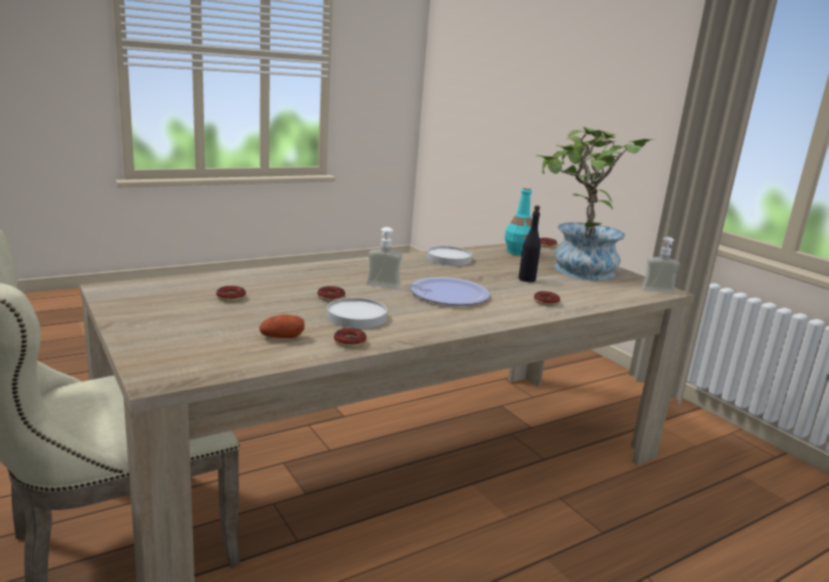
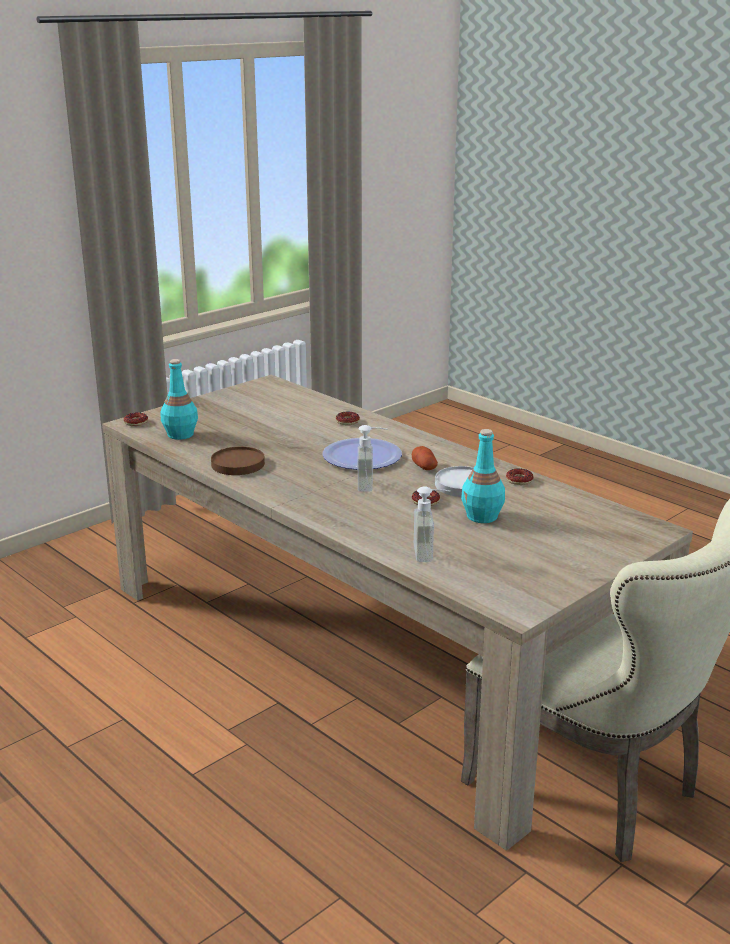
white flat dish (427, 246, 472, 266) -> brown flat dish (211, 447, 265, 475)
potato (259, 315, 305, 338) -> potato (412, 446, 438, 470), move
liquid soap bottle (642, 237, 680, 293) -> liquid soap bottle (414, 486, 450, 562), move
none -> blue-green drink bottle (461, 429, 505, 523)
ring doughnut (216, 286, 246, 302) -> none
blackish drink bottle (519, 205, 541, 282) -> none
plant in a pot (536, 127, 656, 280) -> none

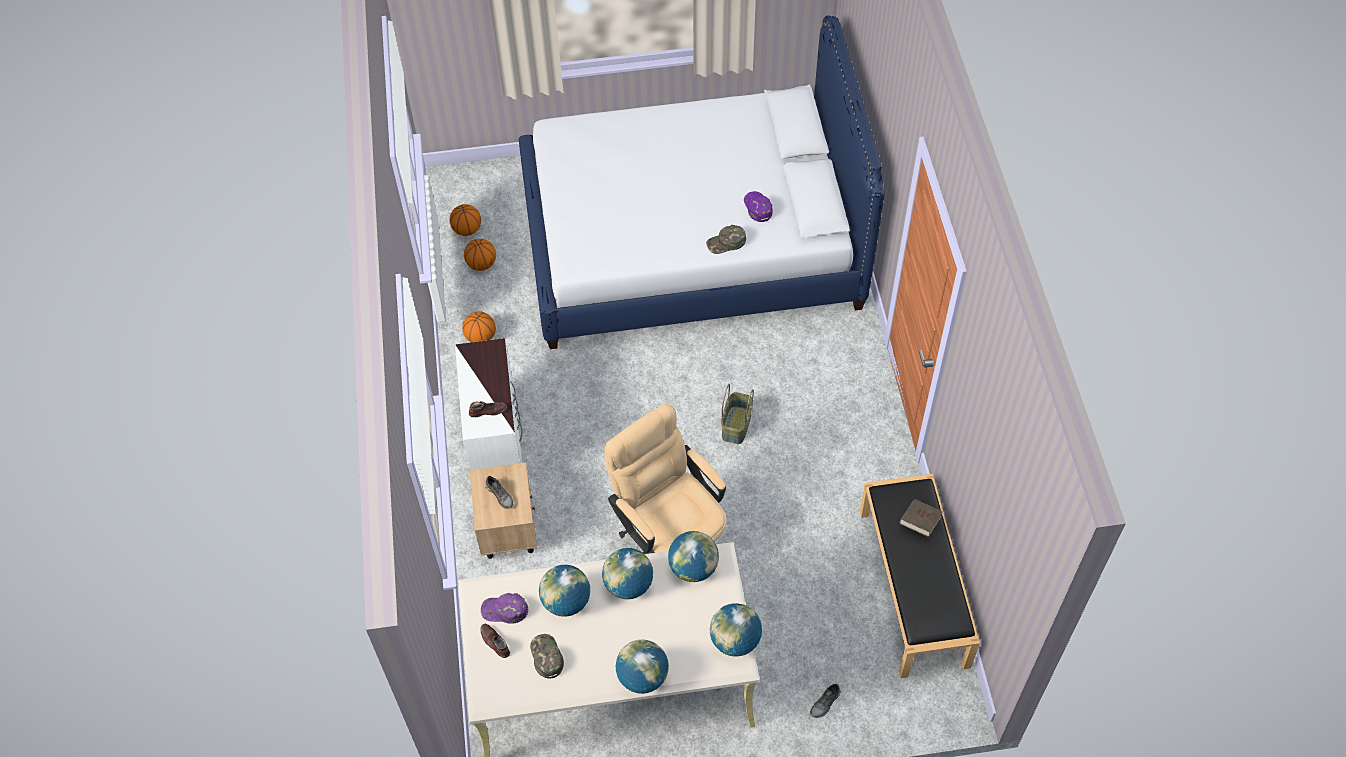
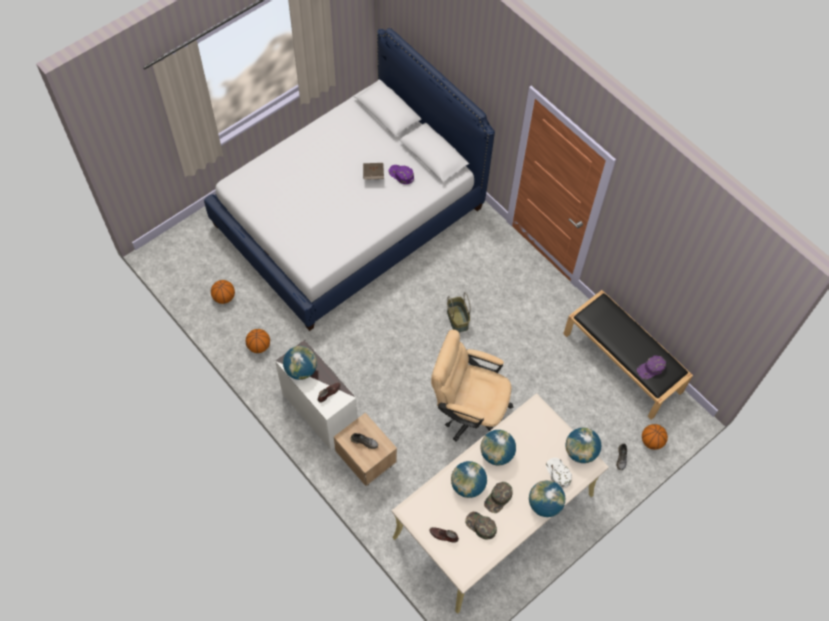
globe (668, 531, 719, 582) -> globe (283, 346, 317, 380), move
brown book (899, 499, 943, 537) -> brown book (363, 163, 384, 180), move
green peaked cap (706, 225, 746, 254) -> green peaked cap (484, 482, 513, 513), move
none -> white peaked cap (546, 458, 572, 488)
purplish peaked cap (481, 593, 528, 624) -> purplish peaked cap (637, 355, 666, 379), move
basketball ball (449, 204, 481, 236) -> basketball ball (642, 424, 668, 450), move

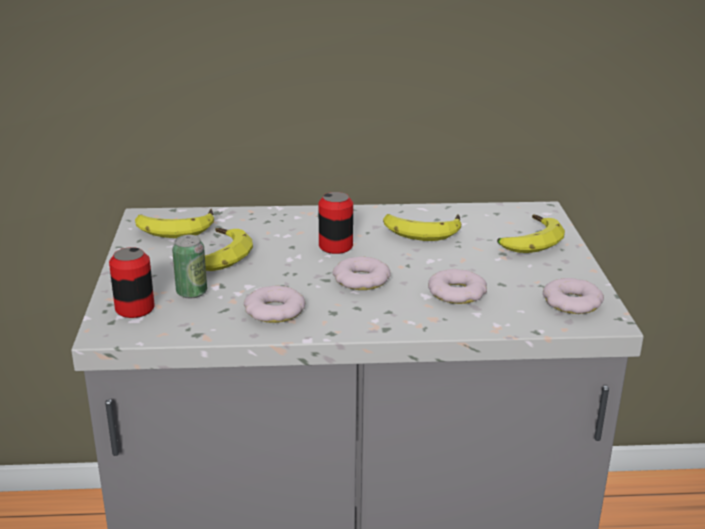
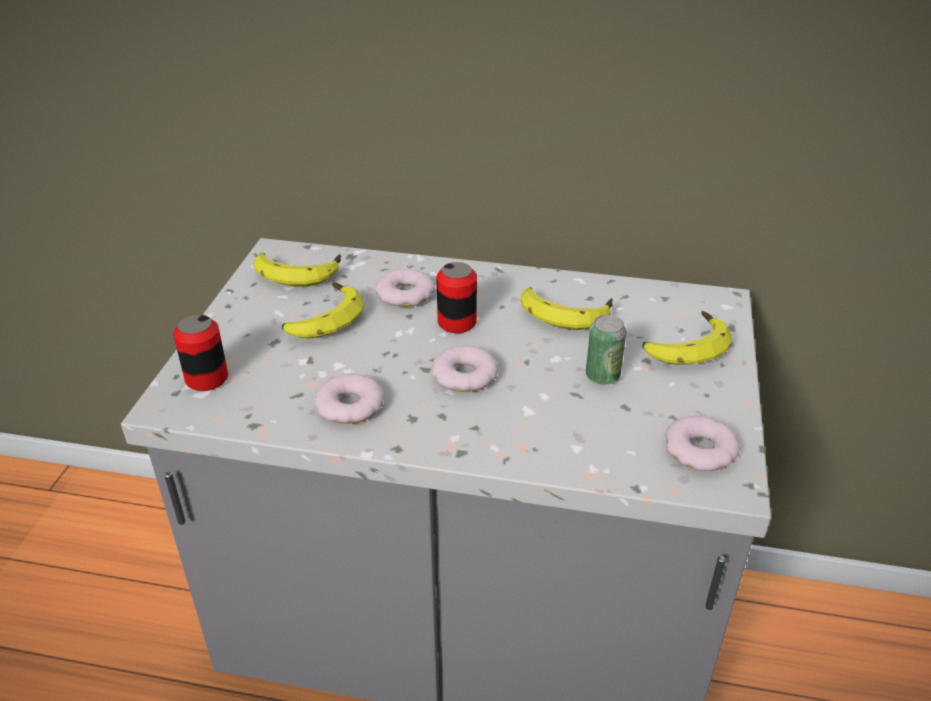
ring doughnut (428, 269, 487, 304) -> ring doughnut (375, 269, 435, 307), move
can (172, 235, 207, 299) -> can (586, 315, 626, 385), move

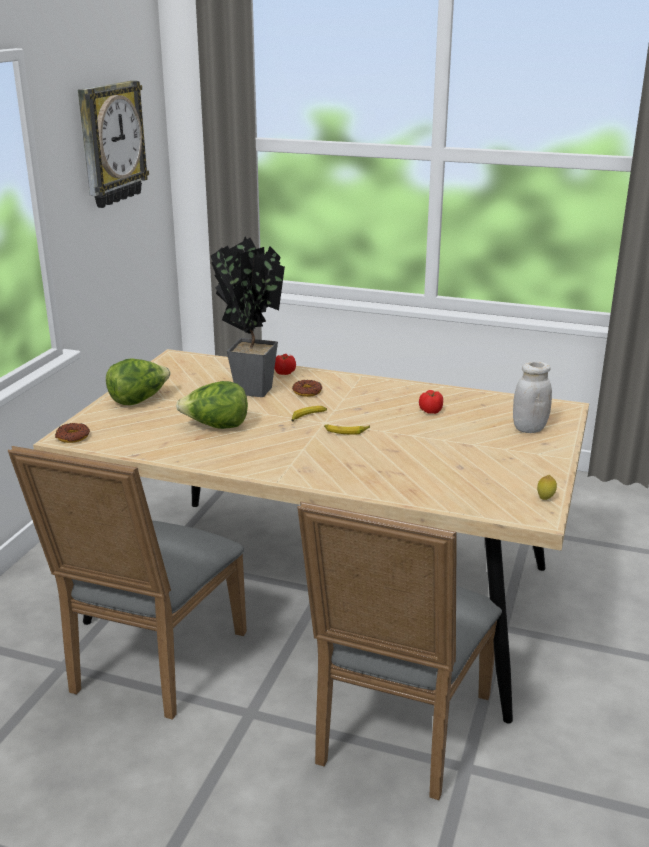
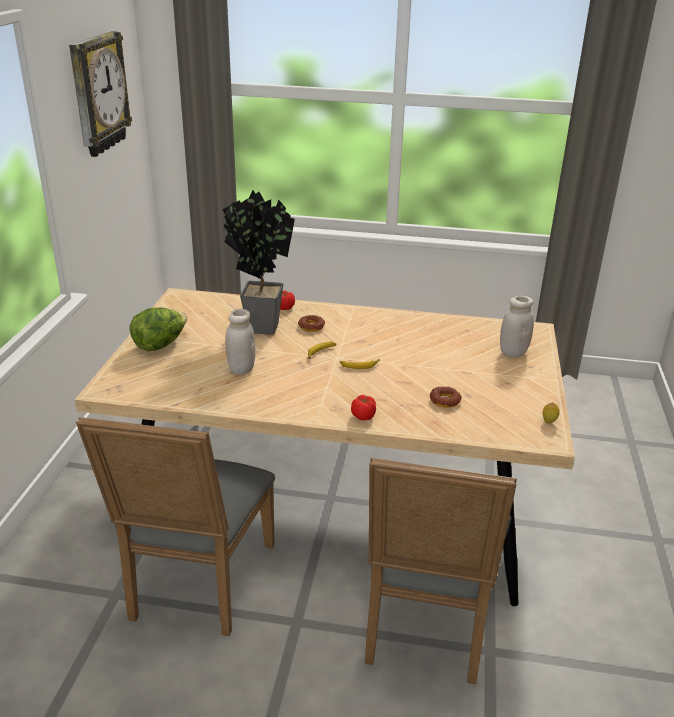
lettuce head (176, 381, 248, 429) -> white storage jar (225, 309, 256, 375)
fresh tomato (419, 390, 443, 414) -> fresh tomato (351, 395, 376, 421), move
ring doughnut (55, 423, 90, 443) -> ring doughnut (430, 387, 462, 407), move

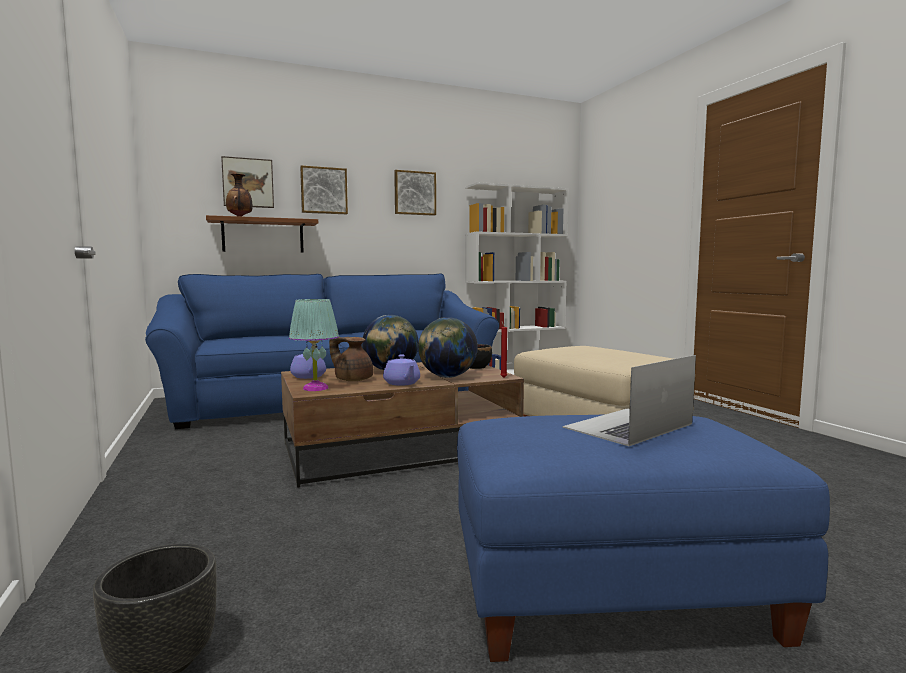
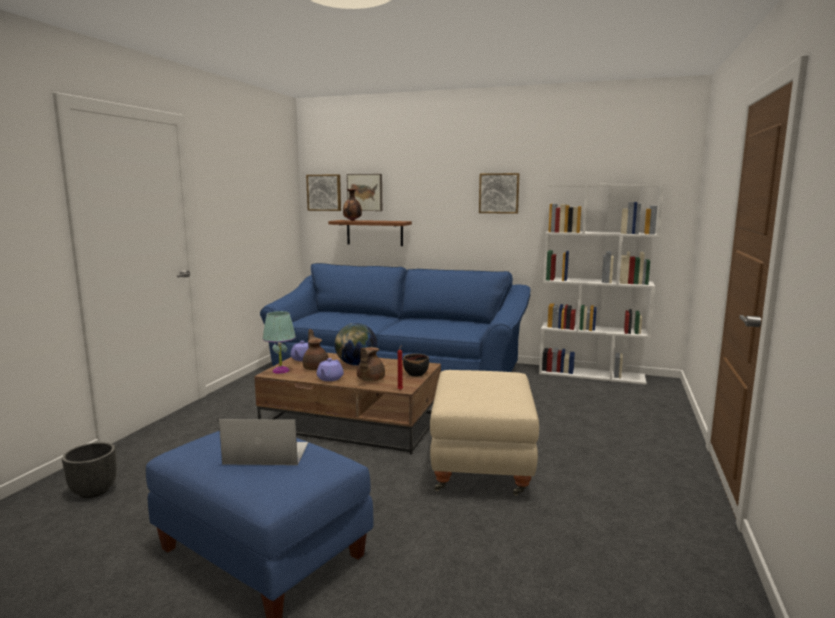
wall picture (300, 165, 348, 214) -> wall picture (306, 174, 341, 211), move
globe (418, 317, 478, 378) -> brown teapot (357, 347, 385, 381)

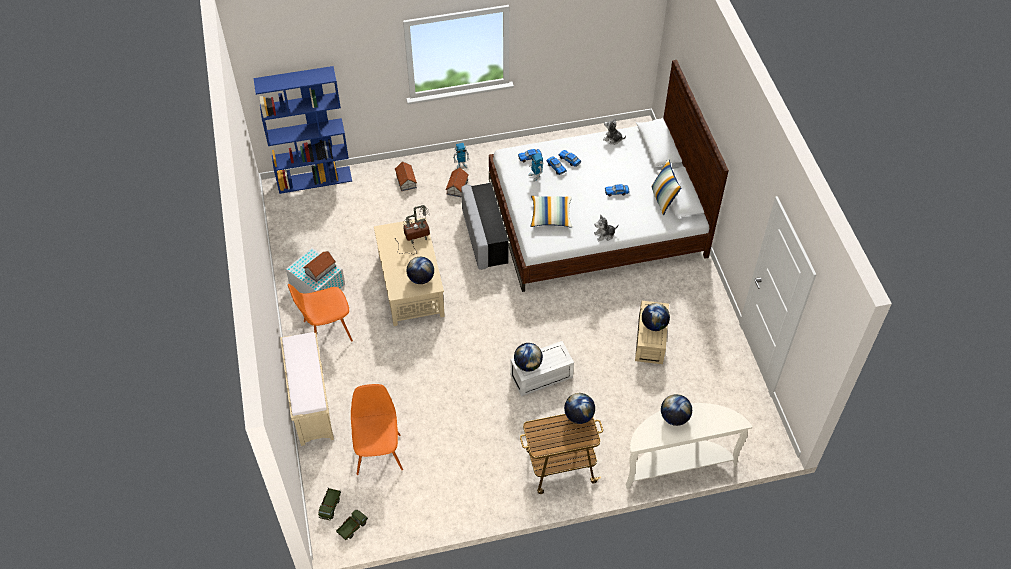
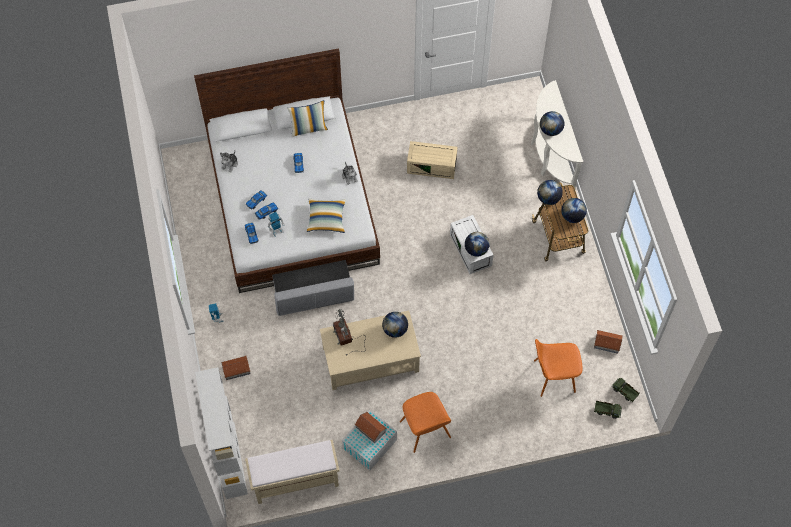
blue shelving unit (253, 66, 352, 194) -> white shelving unit (195, 367, 248, 499)
beige long seat (280, 332, 334, 446) -> beige long seat (245, 440, 340, 504), move
globe (642, 303, 670, 331) -> globe (561, 198, 587, 223), move
miniature house (445, 168, 469, 197) -> miniature house (594, 330, 622, 354), move

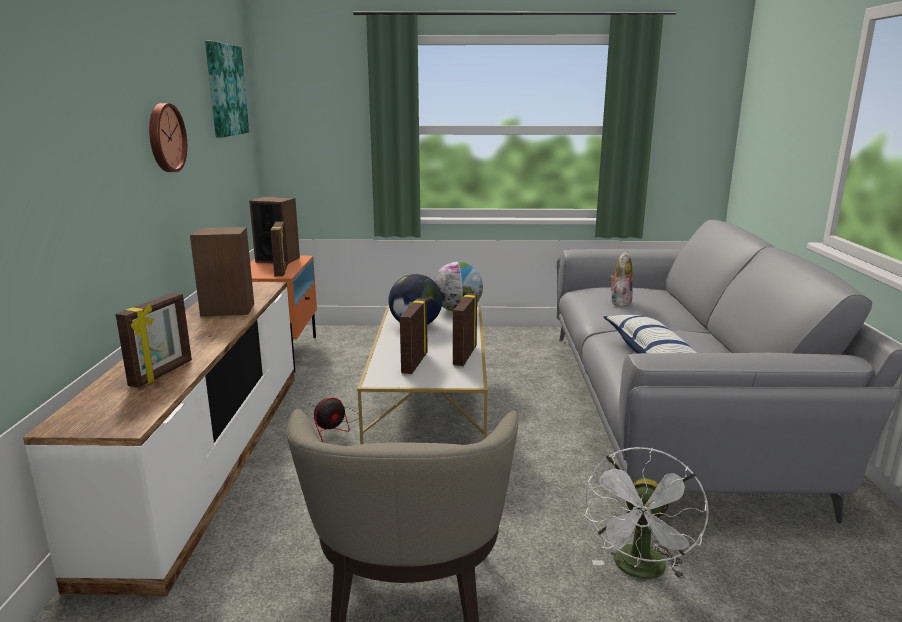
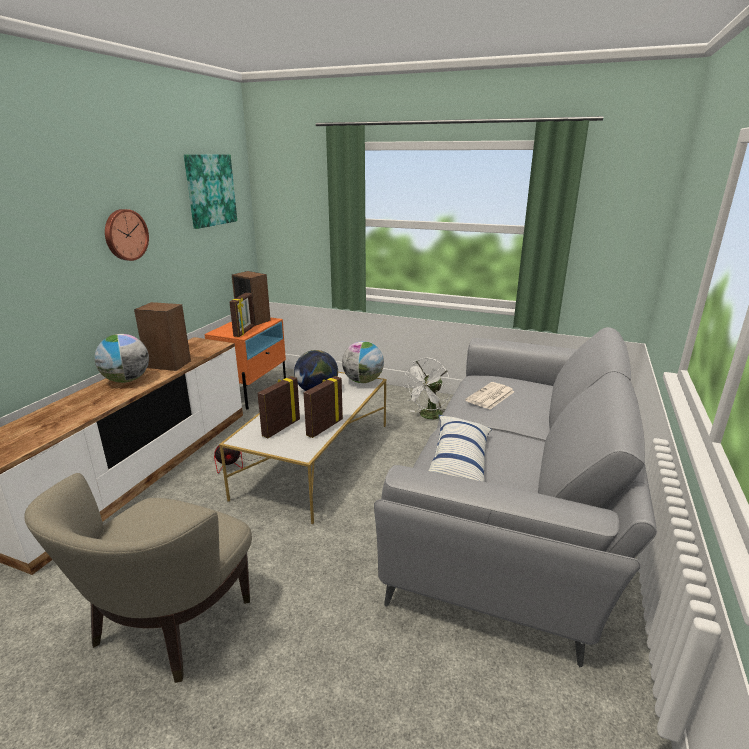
none -> globe (95, 334, 149, 383)
white cooling fan (584, 447, 709, 579) -> white cooling fan (402, 358, 451, 419), move
plush toy (610, 251, 633, 307) -> daily paper (465, 382, 515, 409)
photo frame (116, 292, 192, 388) -> none

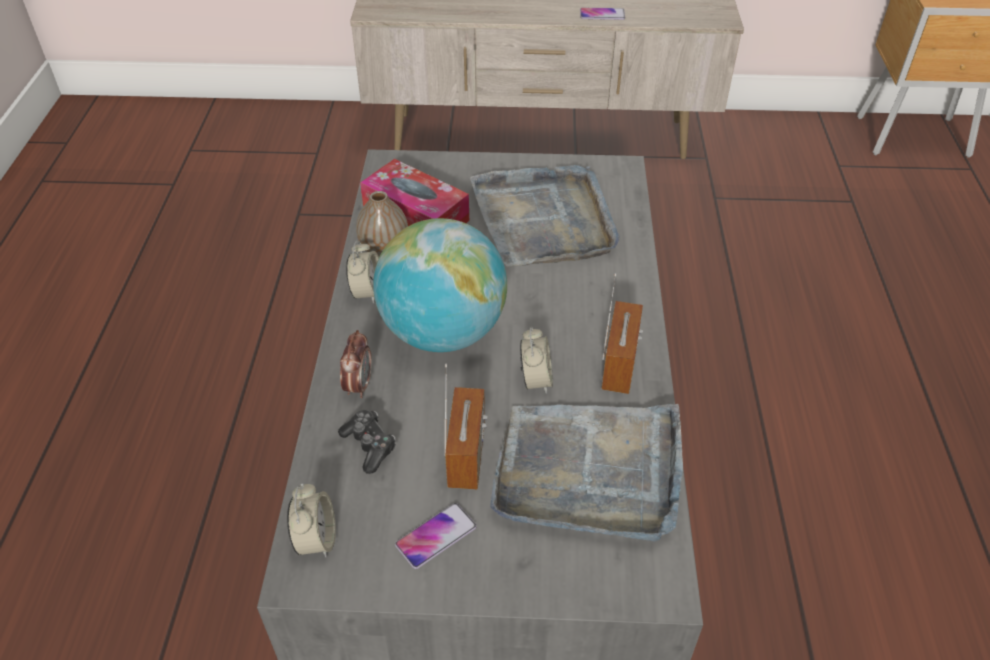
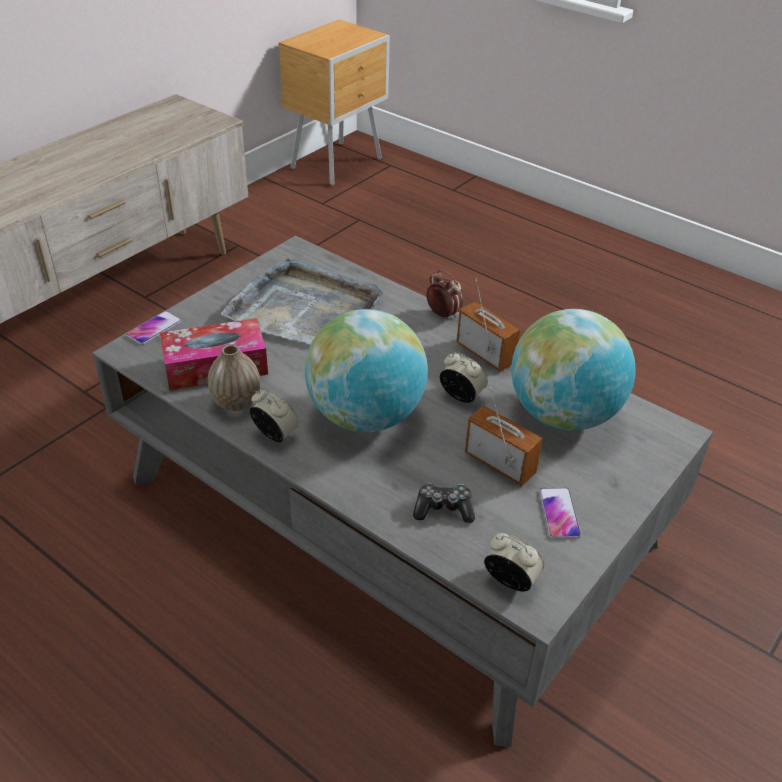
handset (580, 8, 625, 20) -> handset (126, 311, 182, 345), move
table clock (340, 330, 372, 398) -> table clock (426, 269, 463, 321), move
gray carrying tray (490, 404, 683, 541) -> globe (511, 309, 636, 431)

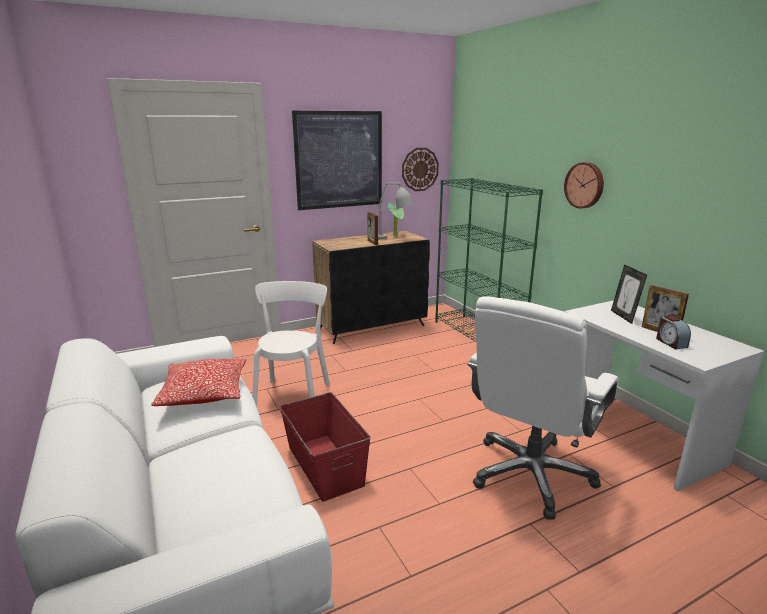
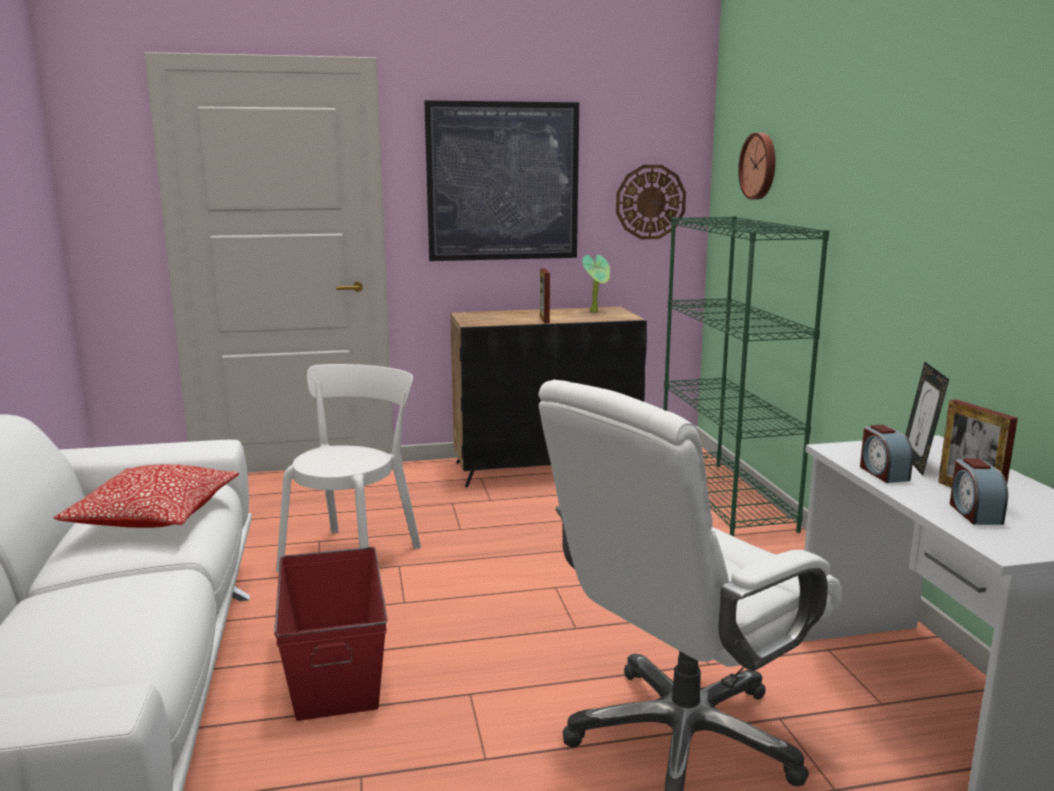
clock on the wall (564, 162, 604, 209) -> clock on the wall (738, 133, 776, 200), move
none -> table clock (860, 425, 913, 483)
gray tabletop lamp (378, 183, 413, 239) -> none

